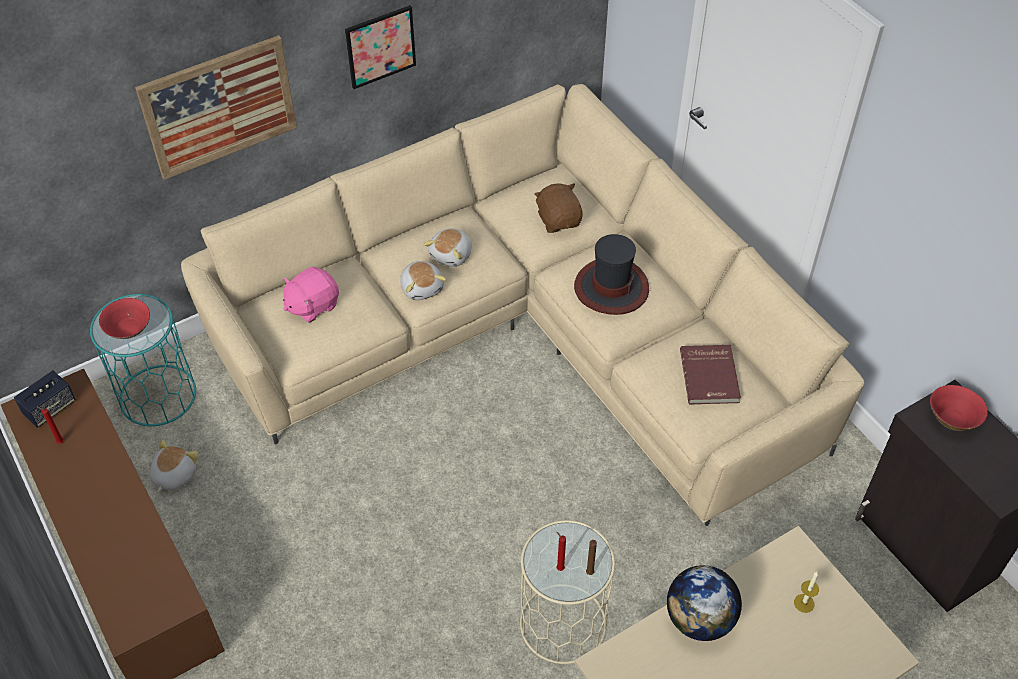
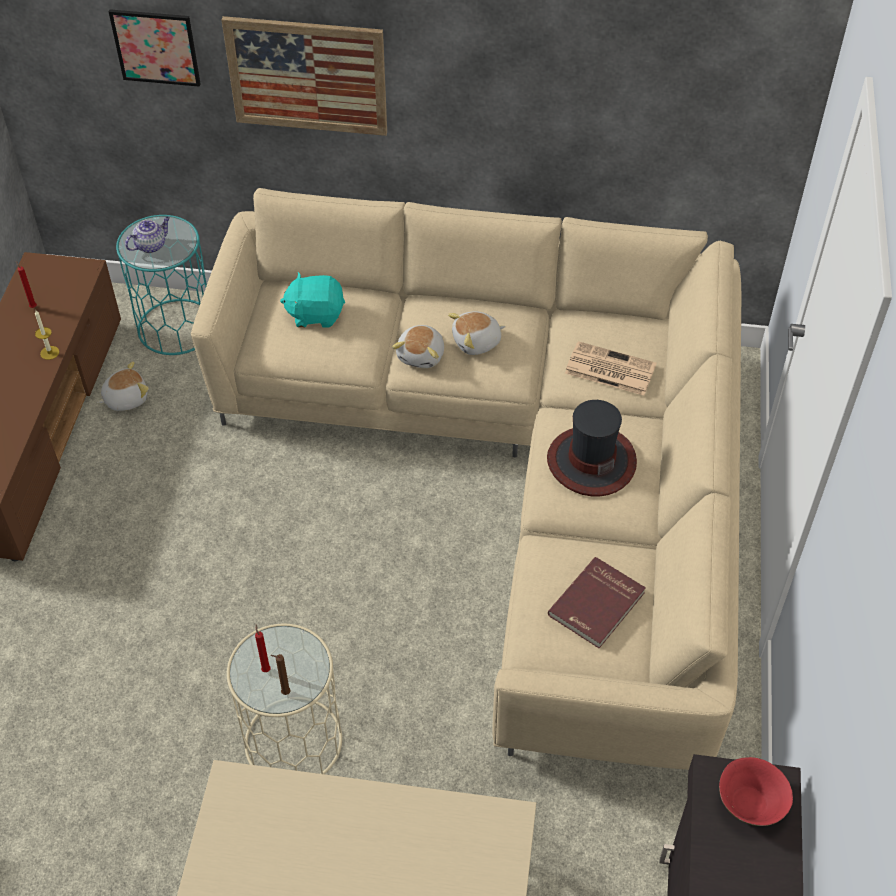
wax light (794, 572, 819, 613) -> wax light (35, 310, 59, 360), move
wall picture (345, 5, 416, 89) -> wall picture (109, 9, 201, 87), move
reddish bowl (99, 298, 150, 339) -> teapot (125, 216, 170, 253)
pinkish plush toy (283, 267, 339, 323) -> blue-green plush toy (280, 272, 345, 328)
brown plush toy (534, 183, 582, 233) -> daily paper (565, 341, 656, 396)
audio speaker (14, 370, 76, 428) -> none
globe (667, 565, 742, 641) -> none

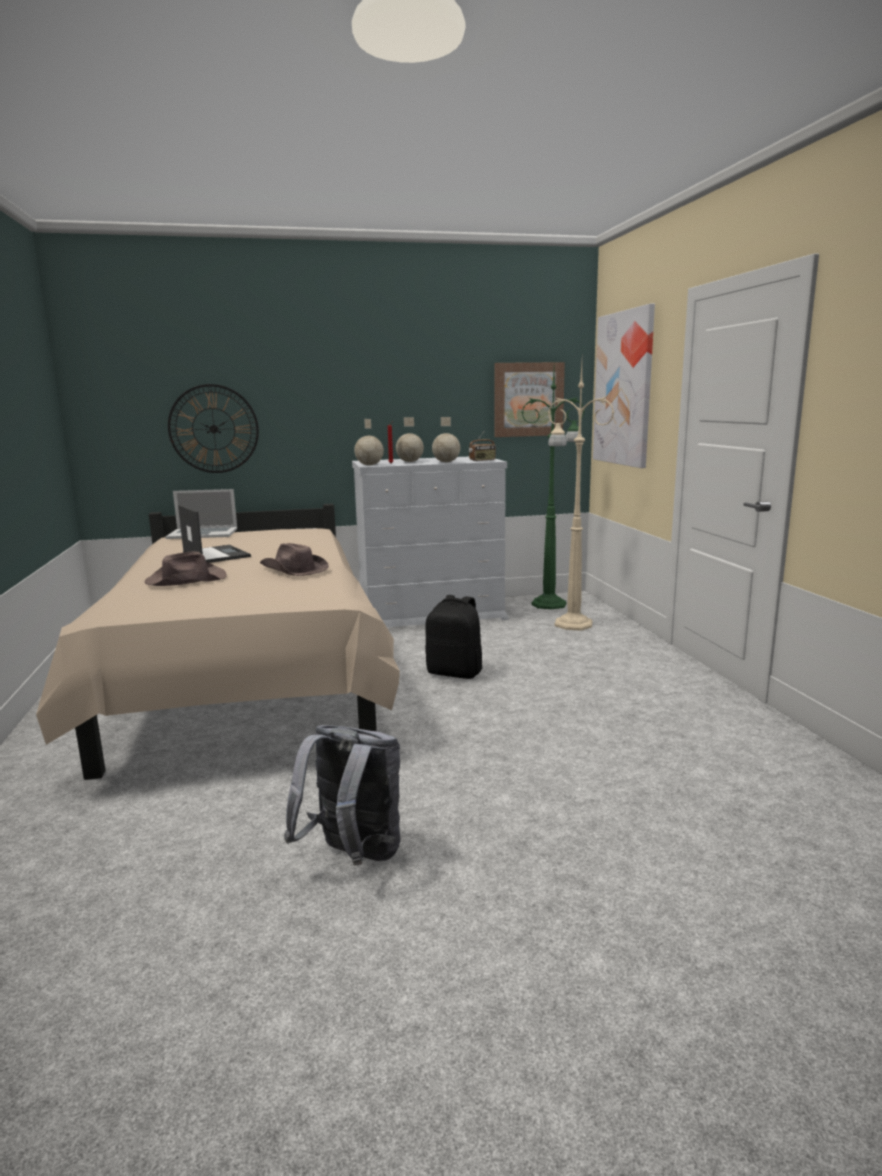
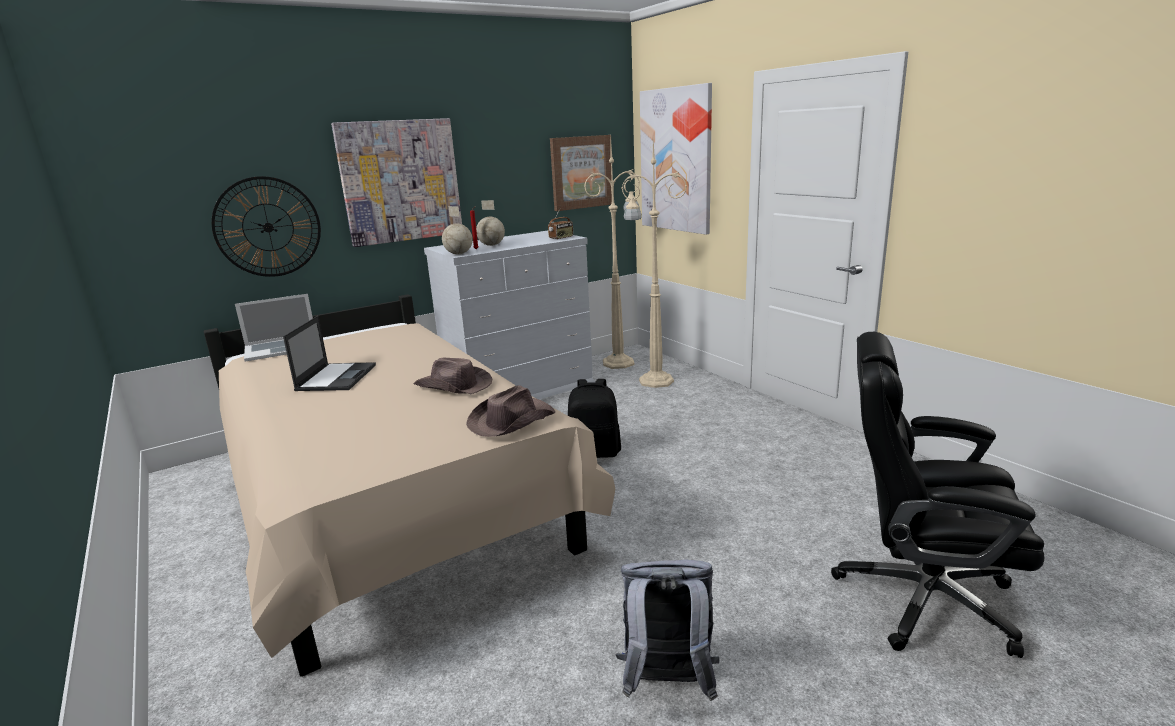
portable computer (178, 505, 251, 563) -> portable computer (283, 316, 376, 391), 60 degrees clockwise
none -> wall picture (331, 118, 462, 247)
brown hat (145, 551, 227, 586) -> brown hat (466, 385, 555, 437), move
green standard lamp (522, 371, 585, 609) -> beige standard lamp (584, 146, 640, 369)
none -> blackish computer chair (831, 332, 1044, 658)
globe (432, 417, 460, 462) -> none

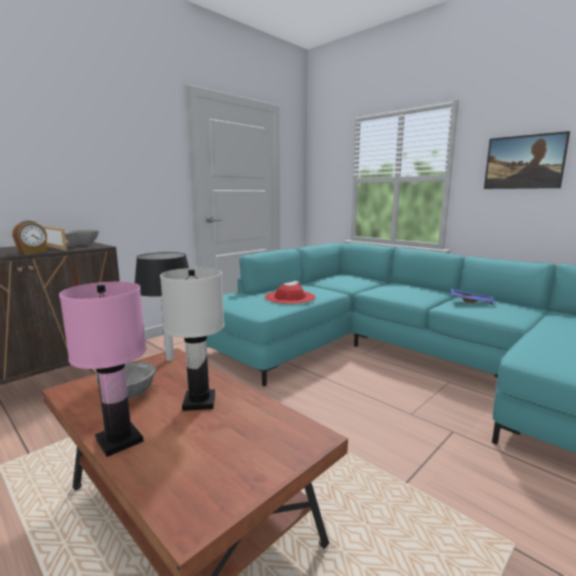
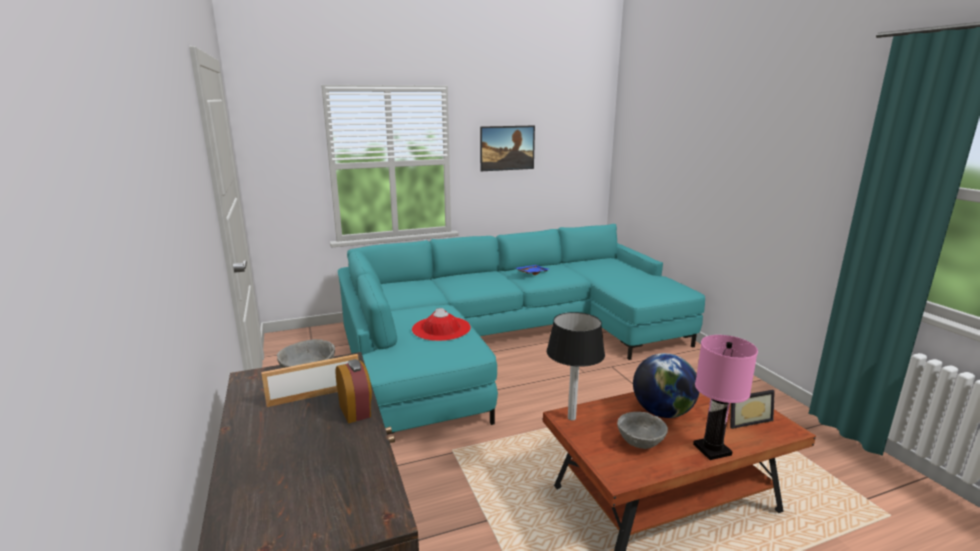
white tabletop lamp (160, 268, 225, 411) -> globe (633, 353, 699, 418)
none -> photo frame (730, 390, 775, 429)

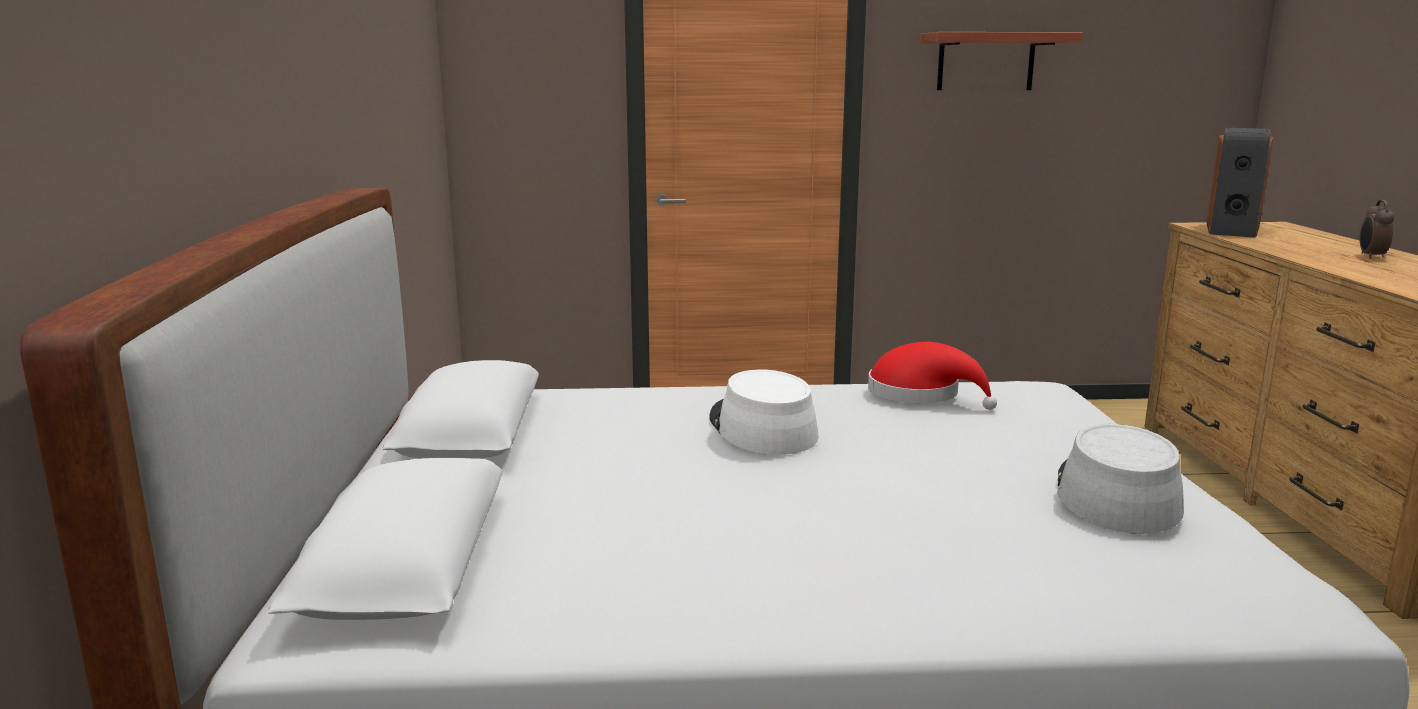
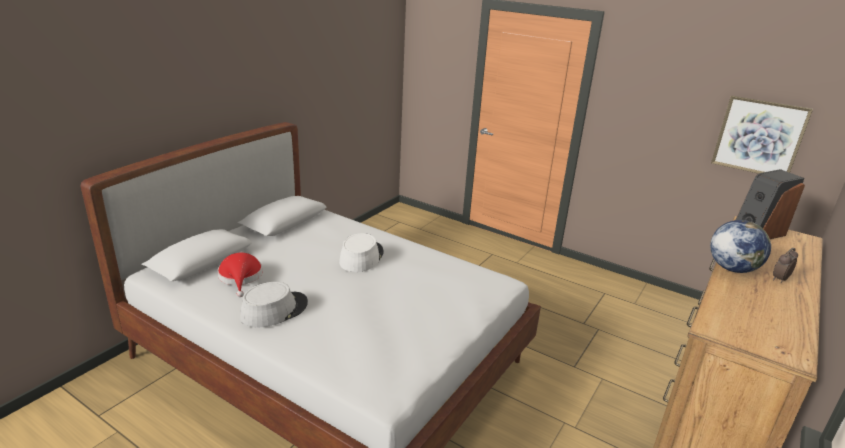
reddish hat (868, 342, 997, 410) -> reddish hat (218, 253, 262, 297), move
gray hat (1057, 424, 1184, 534) -> gray hat (240, 282, 308, 328), move
none -> globe (710, 220, 771, 273)
none -> wall picture (711, 95, 813, 174)
wall shelf (920, 32, 1083, 90) -> none

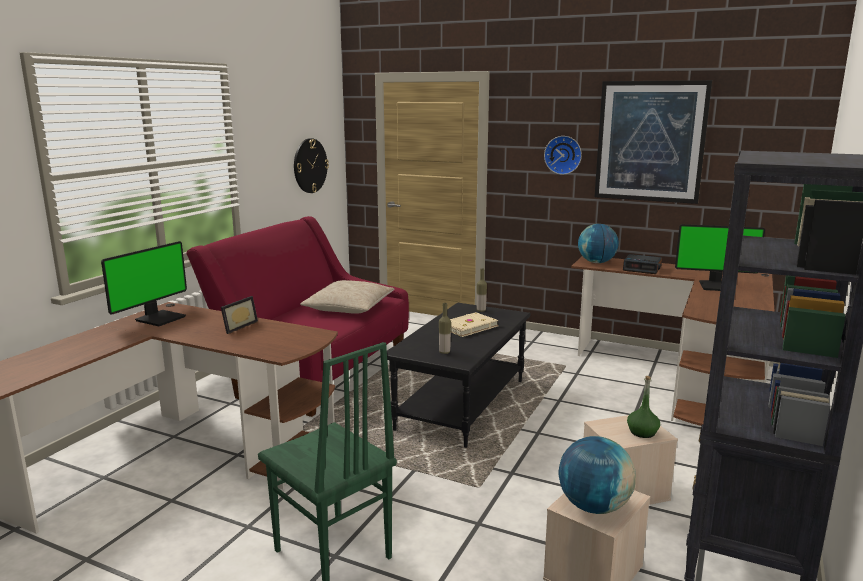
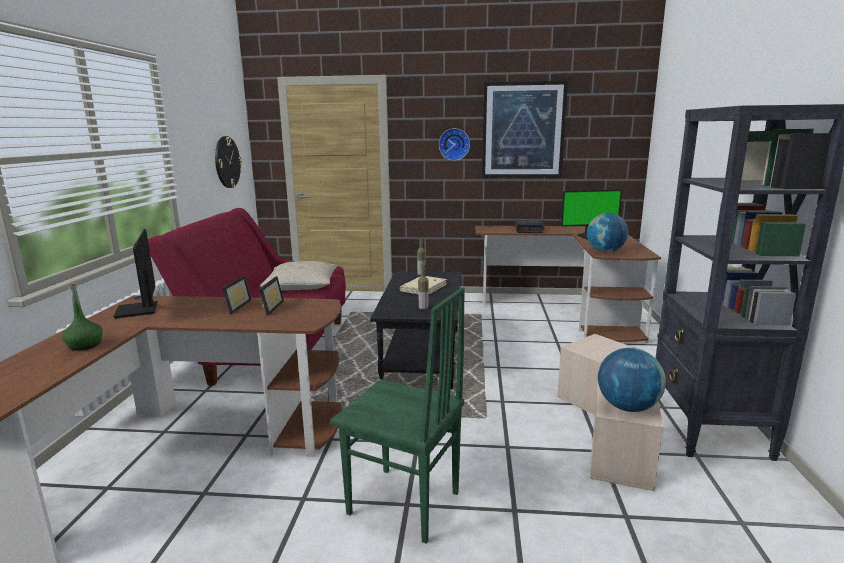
green drink bottle (627, 376, 660, 438) -> green drink bottle (62, 282, 103, 351), move
computer screen (101, 241, 187, 326) -> computer screen (113, 229, 158, 318), 150 degrees clockwise
none -> photo frame (259, 276, 284, 316)
globe (578, 224, 619, 263) -> globe (587, 213, 628, 252), move

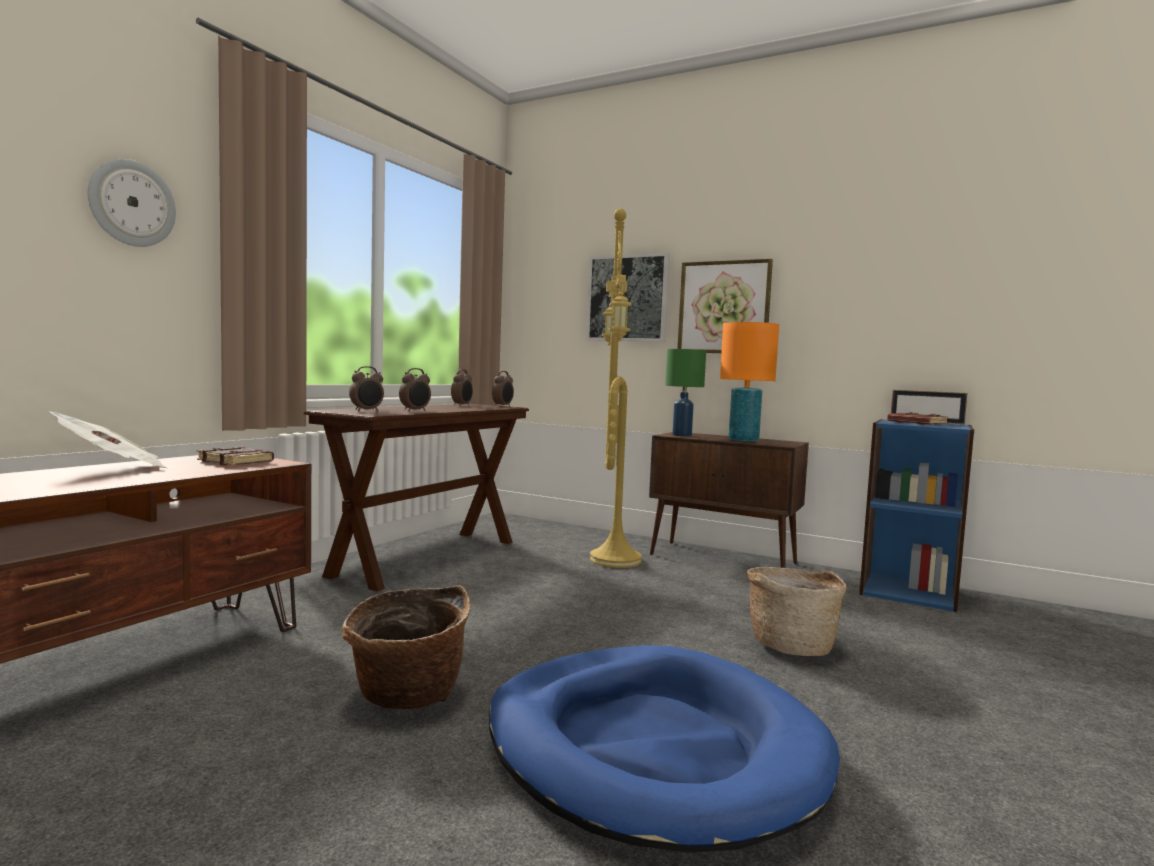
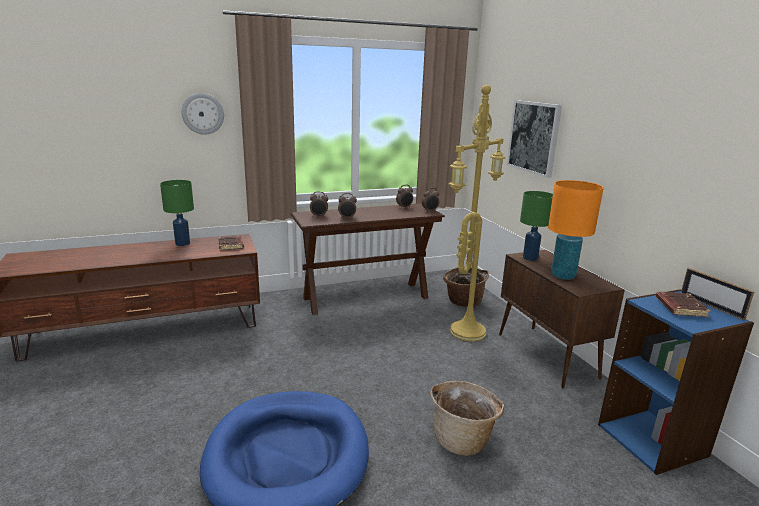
daily paper (49, 411, 167, 468) -> green tabletop lamp (160, 180, 194, 246)
basket (342, 586, 470, 709) -> basket (443, 267, 489, 308), move
wall picture (677, 259, 773, 353) -> none

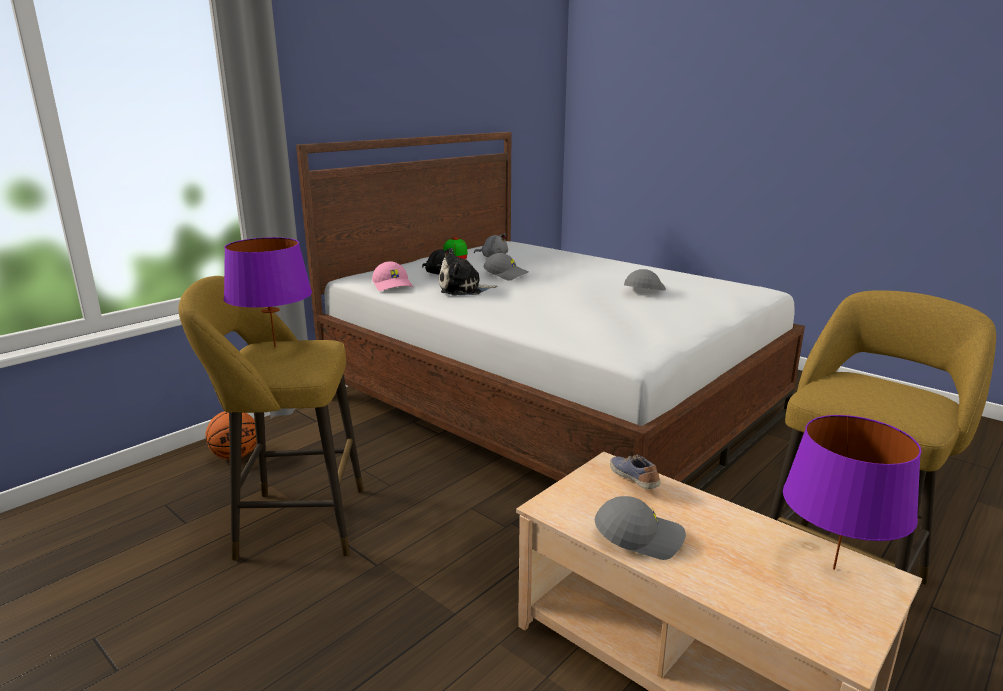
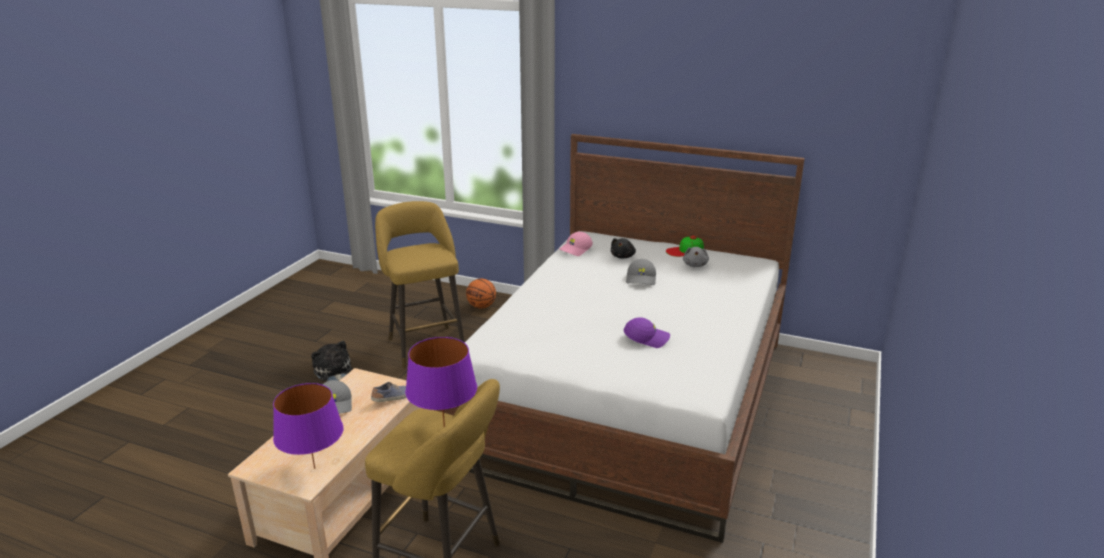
plush toy (439, 248, 498, 296) -> plush toy (311, 341, 353, 381), move
purplish tabletop lamp (224, 237, 312, 347) -> purplish tabletop lamp (405, 337, 477, 427), move
gray peaked cap (624, 269, 666, 291) -> purplish peaked cap (624, 317, 670, 348)

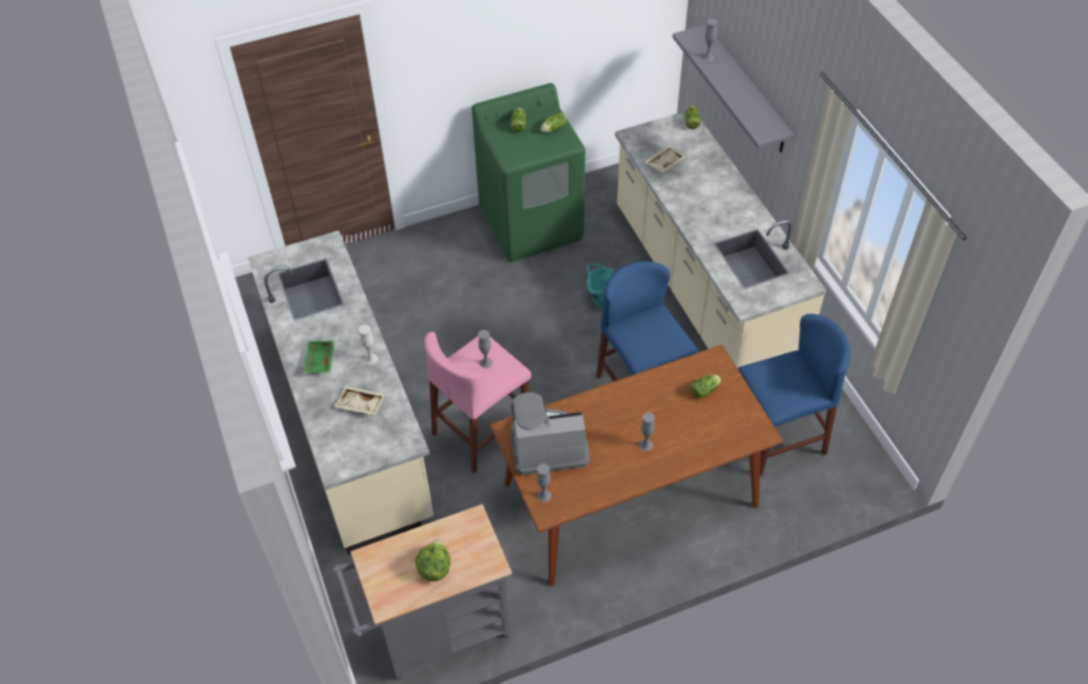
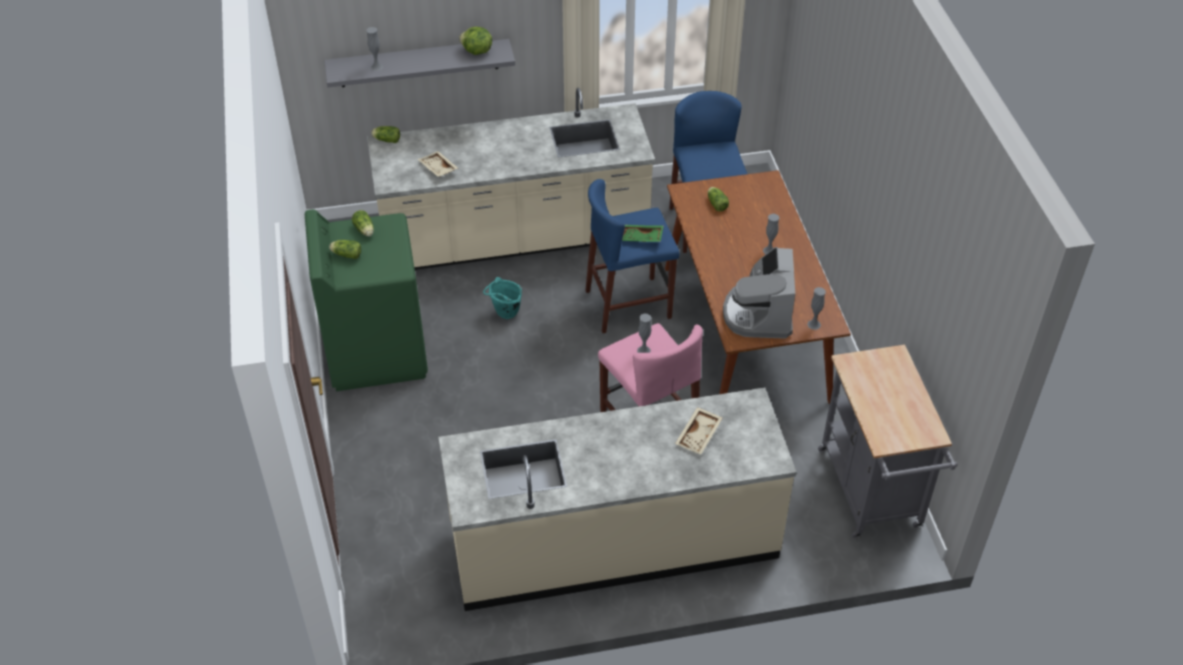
lettuce head (415, 540, 450, 581) -> lettuce head (459, 27, 492, 55), move
green carrying tray (303, 341, 335, 373) -> green carrying tray (622, 225, 664, 242), move
white decorative vase (359, 325, 378, 364) -> none

